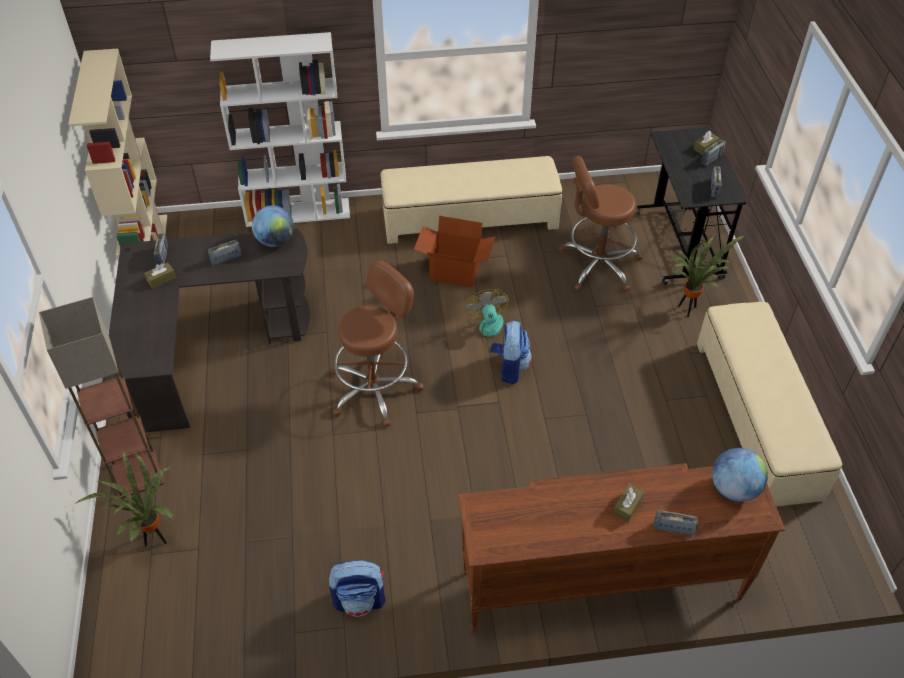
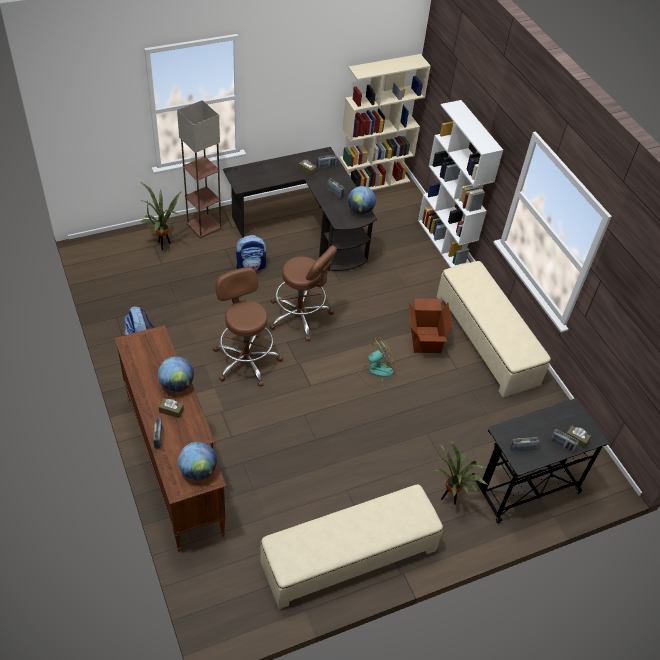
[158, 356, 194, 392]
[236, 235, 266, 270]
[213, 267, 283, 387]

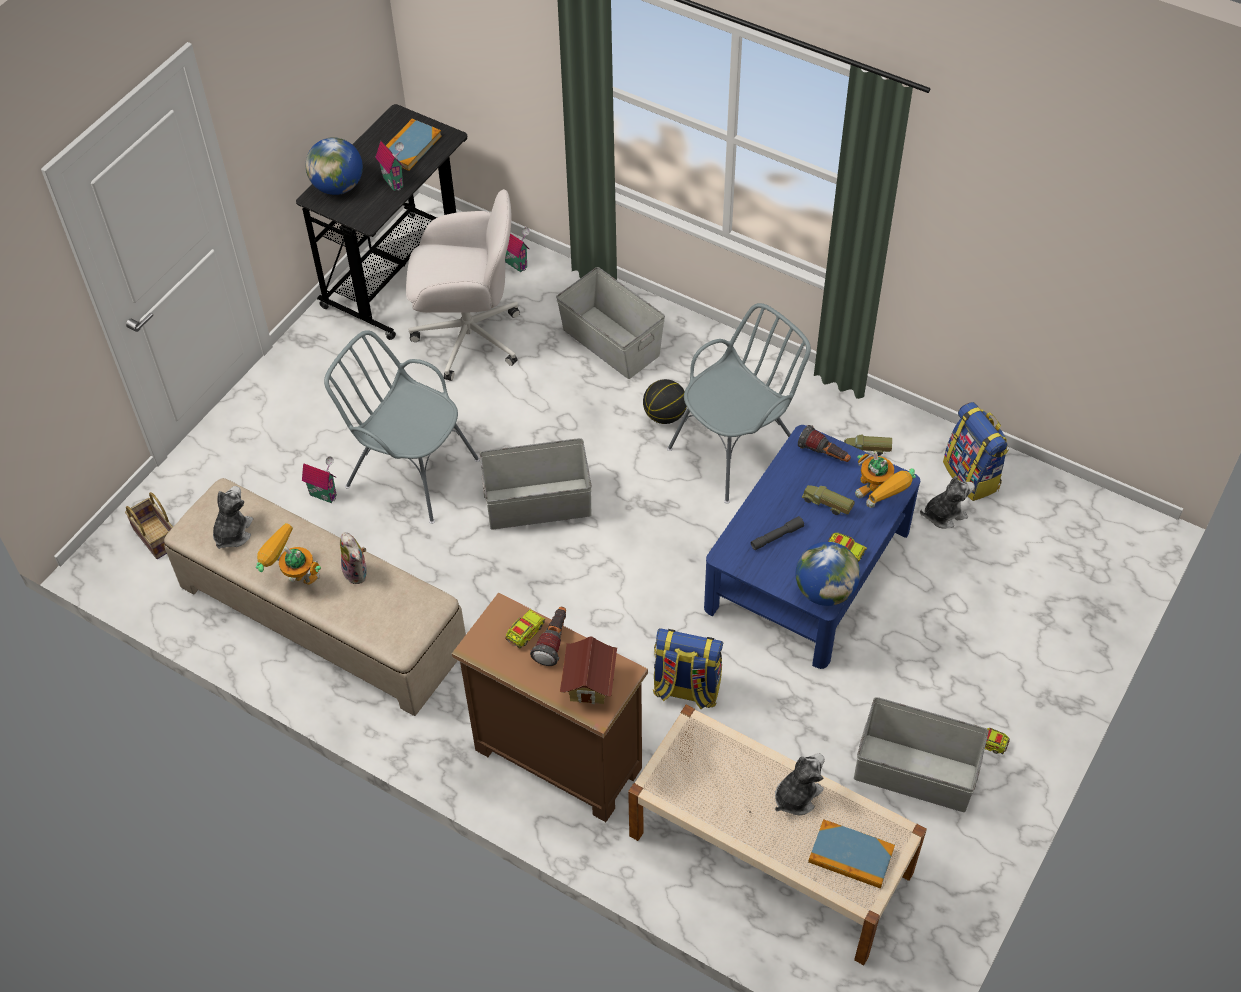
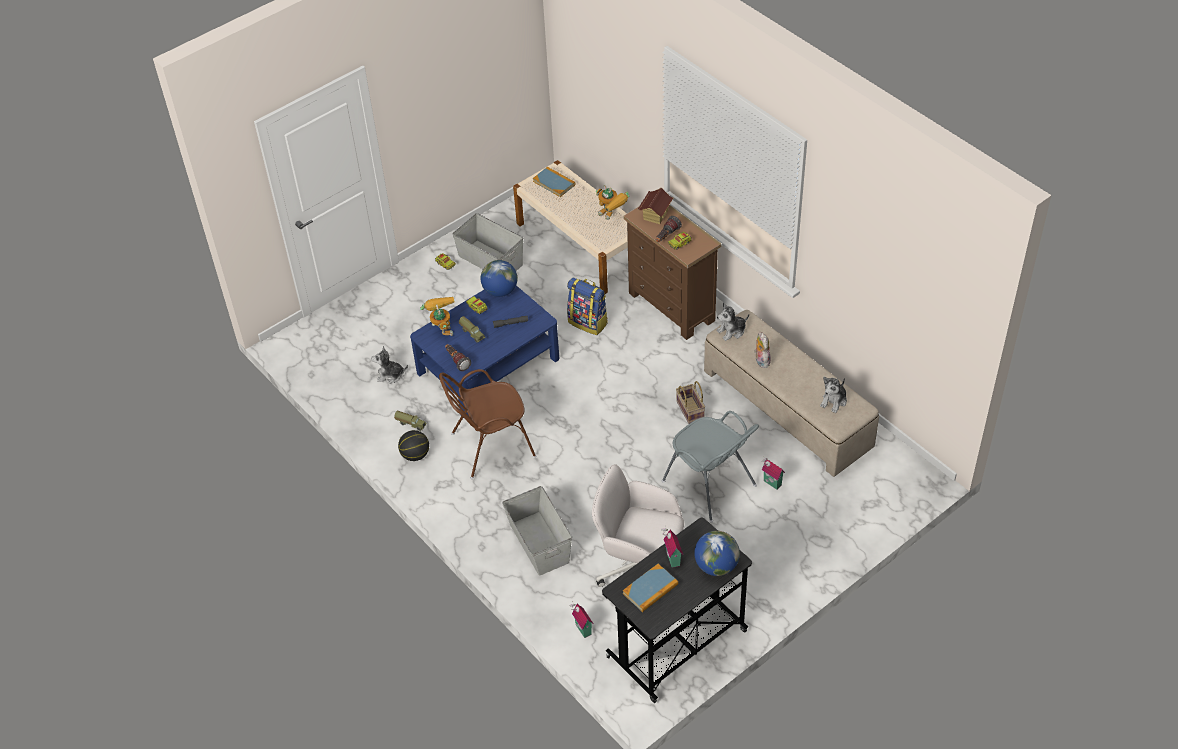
[480, 438, 592, 529] (first image)
[943, 402, 1009, 501] (first image)
[676, 381, 705, 424]
[596, 185, 630, 220]
[398, 430, 429, 461]
[717, 303, 749, 341]
[439, 369, 536, 479]

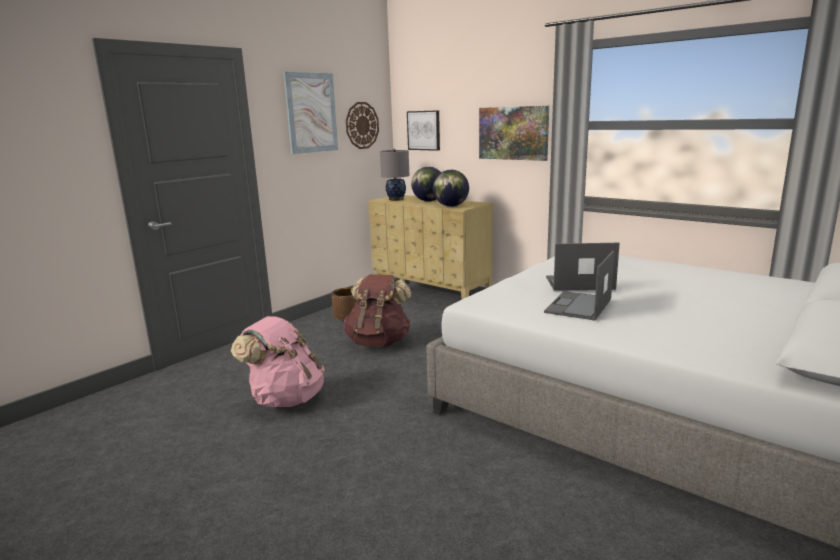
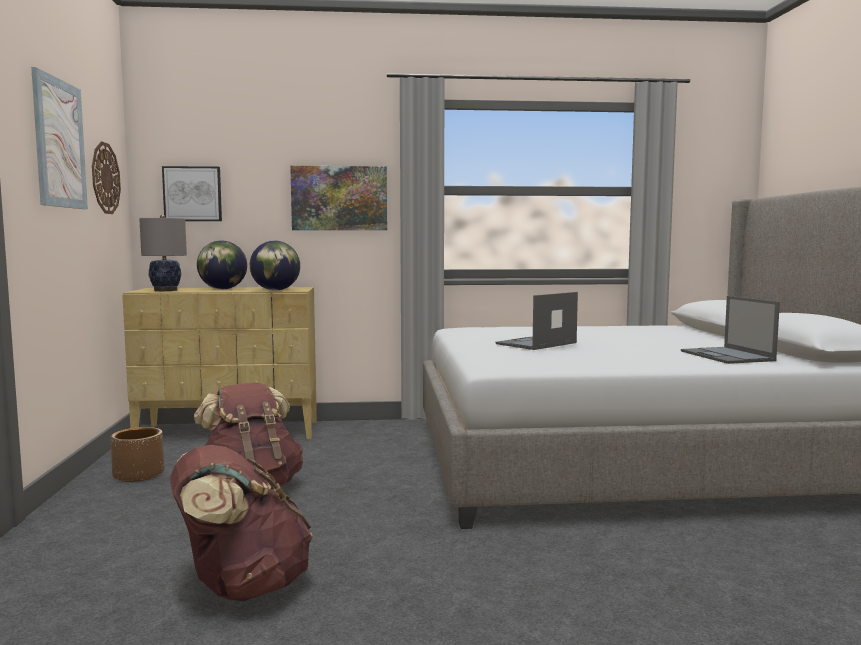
[681, 296, 780, 364]
[170, 445, 313, 601]

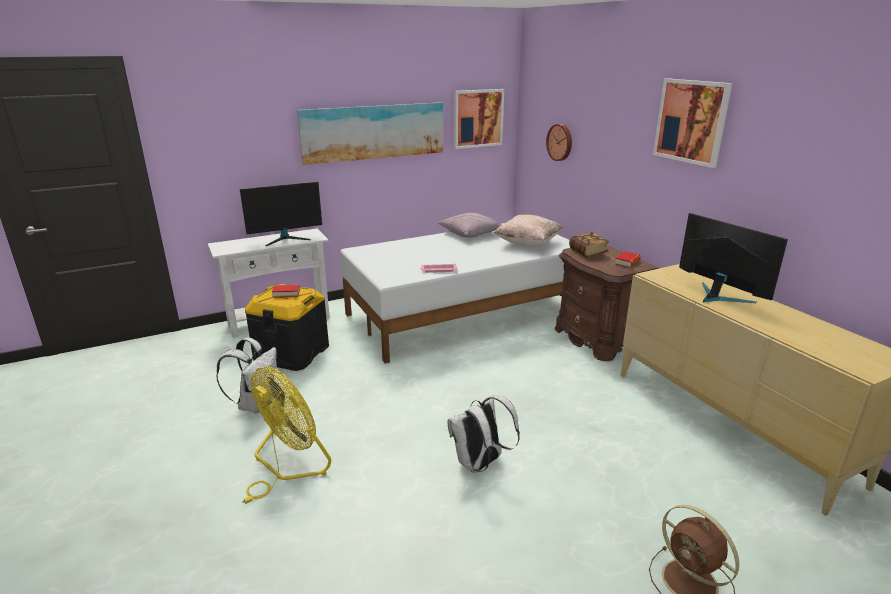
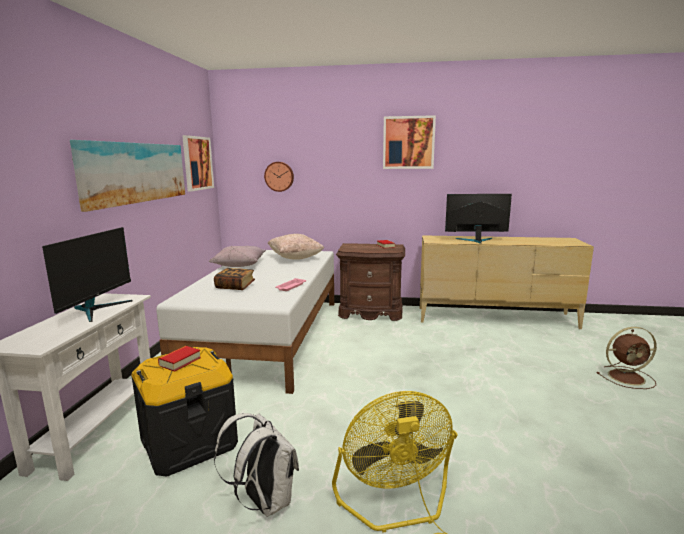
[447, 395, 520, 473] (first image)
[214, 268, 255, 290]

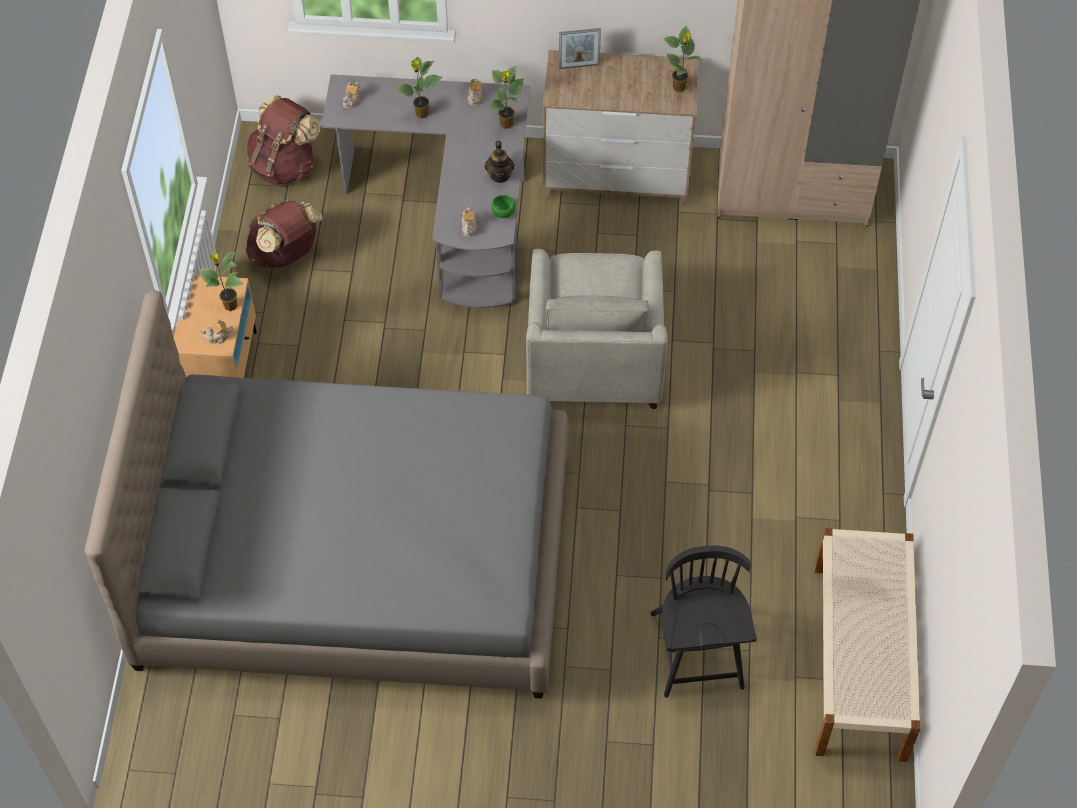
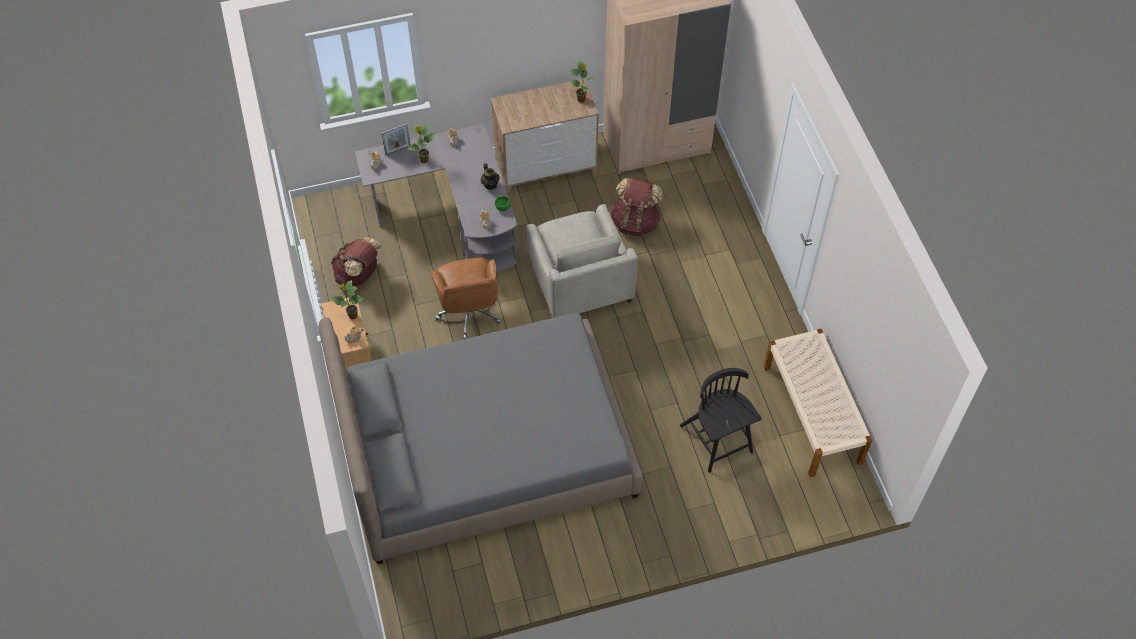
[489, 66, 523, 129] (first image)
[431, 257, 501, 339]
[610, 178, 663, 237]
[382, 123, 410, 155]

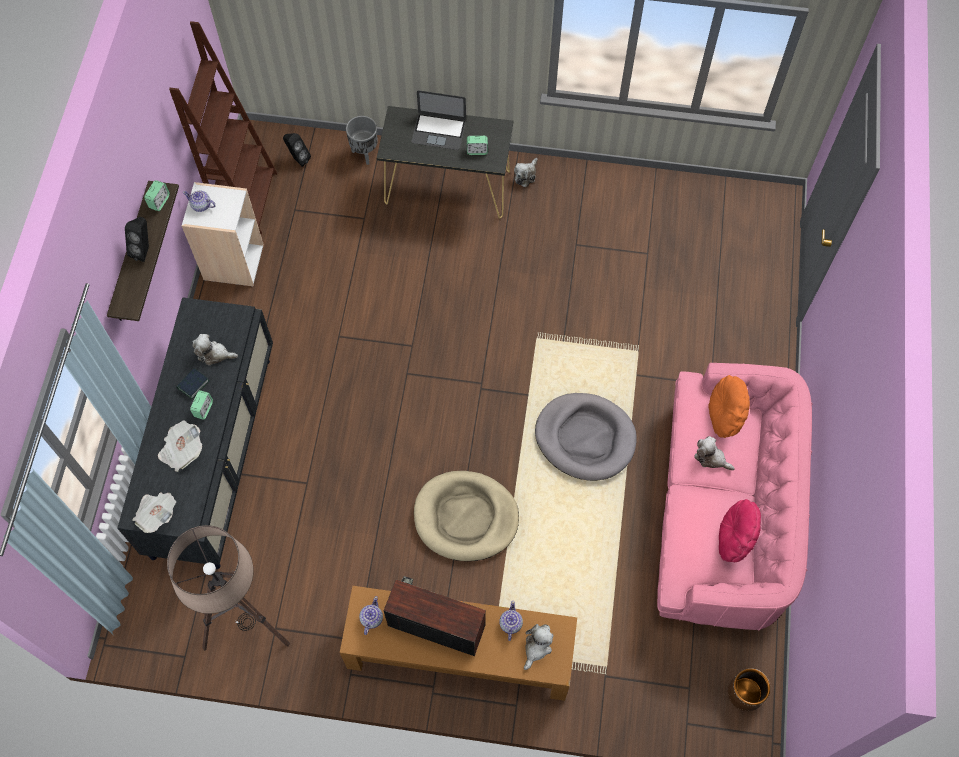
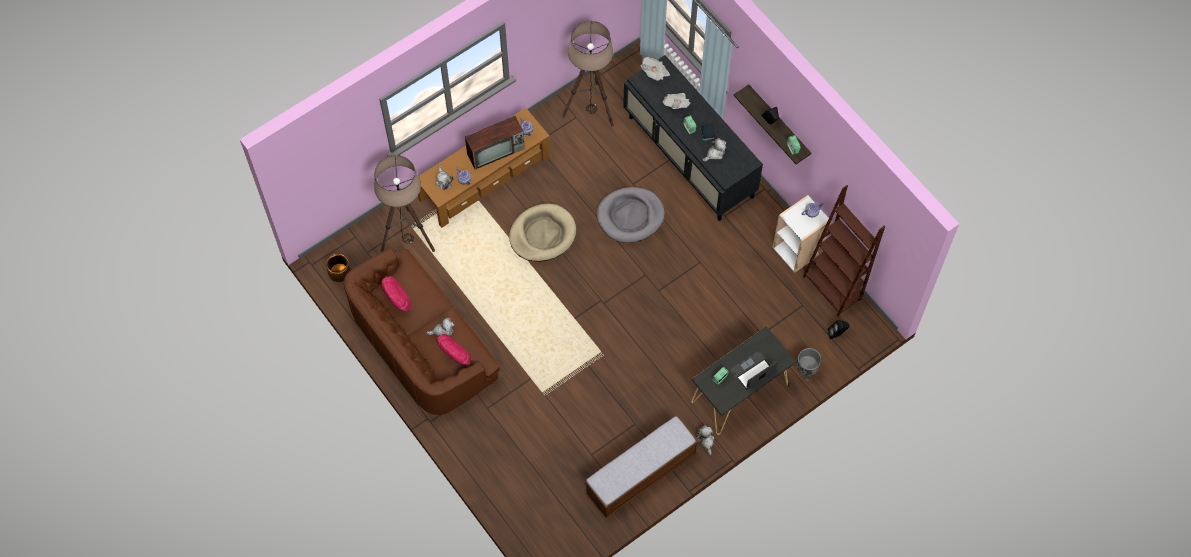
[374, 155, 435, 252]
[585, 416, 699, 519]
[597, 187, 665, 243]
[344, 248, 500, 415]
[437, 334, 471, 365]

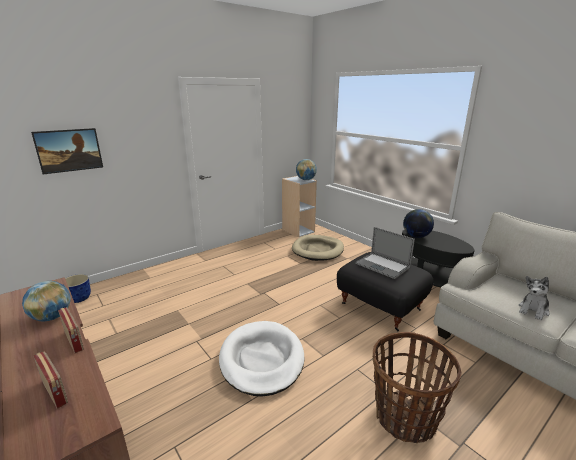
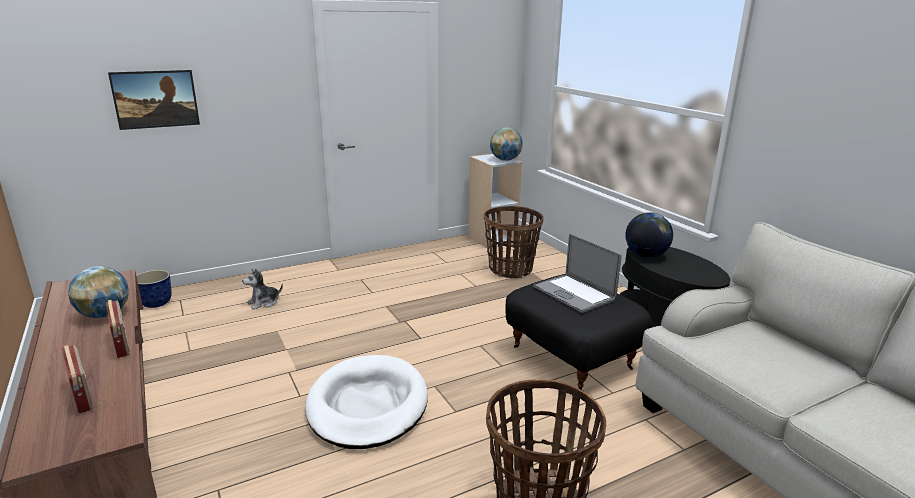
[242, 268, 283, 309]
[484, 206, 543, 278]

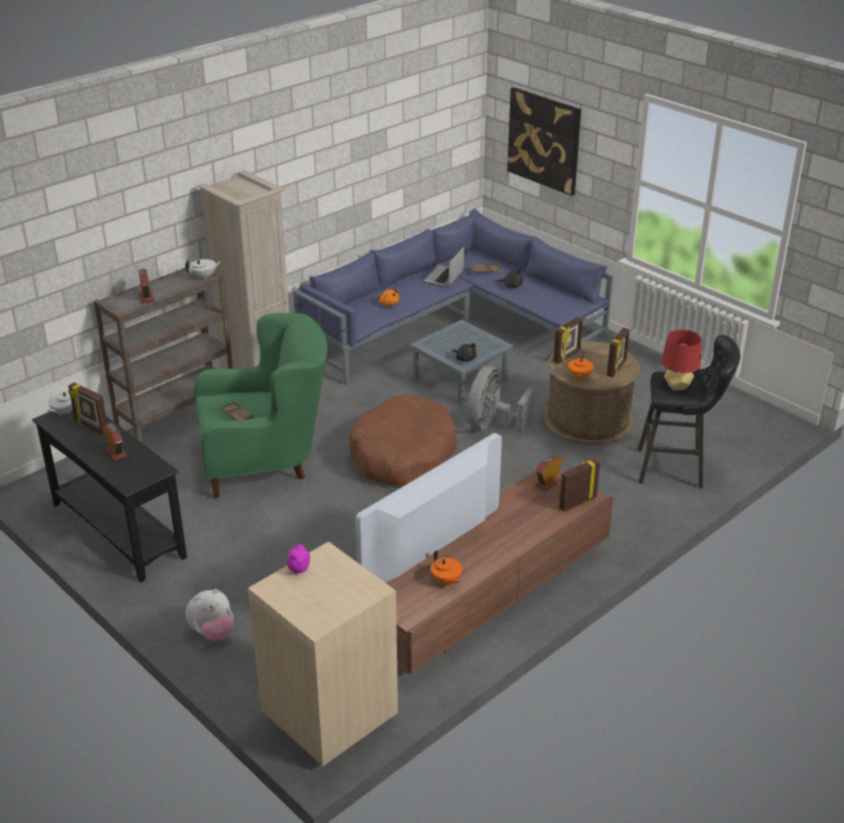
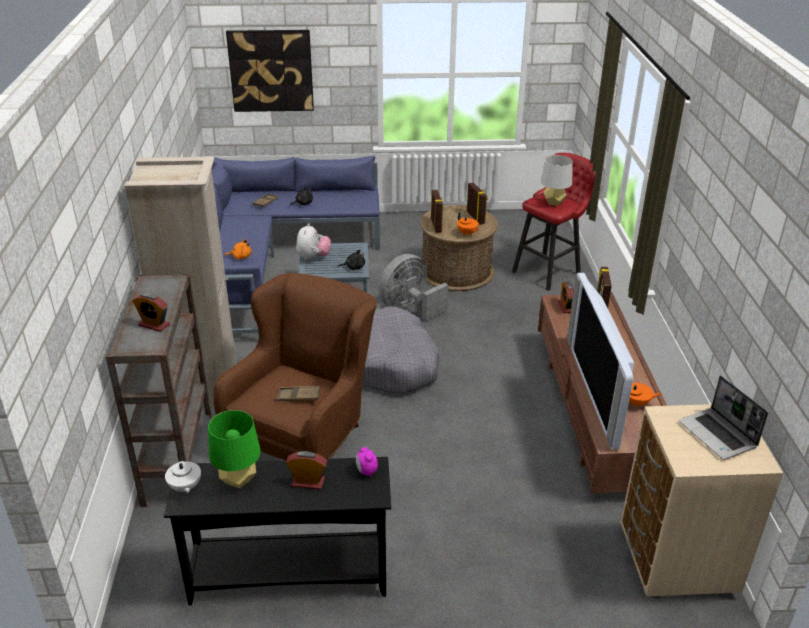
[185, 259, 221, 280] (first image)
[296, 223, 331, 261]
[356, 447, 378, 477]
[679, 376, 768, 460]
[208, 410, 261, 488]
[213, 273, 377, 460]
[363, 306, 440, 394]
[512, 153, 596, 291]
[541, 155, 573, 206]
[378, 254, 448, 321]

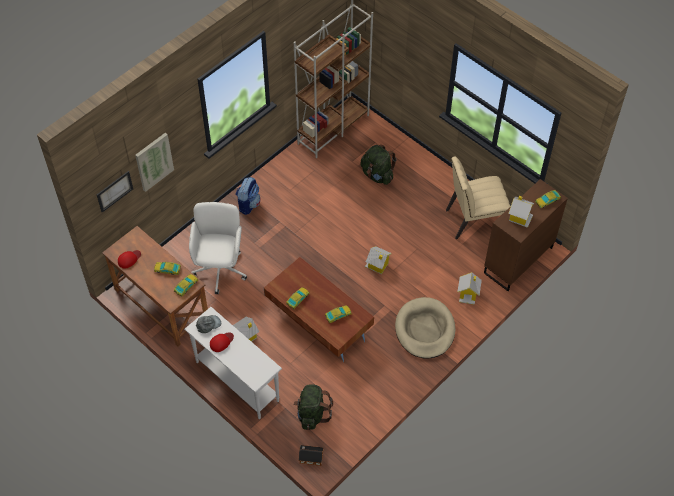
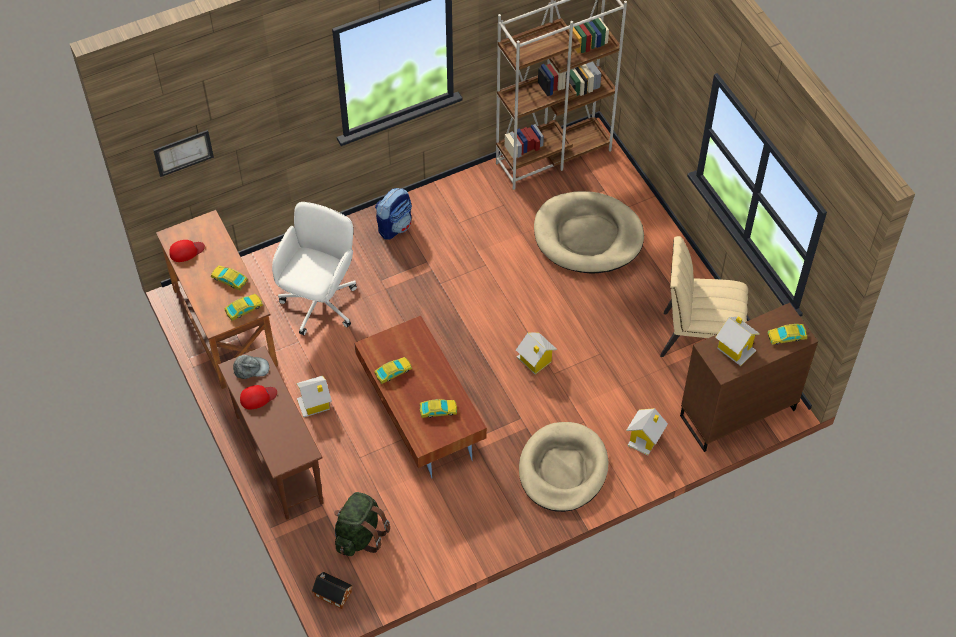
[135, 133, 174, 192] (first image)
[534, 191, 644, 273]
[218, 346, 323, 519]

